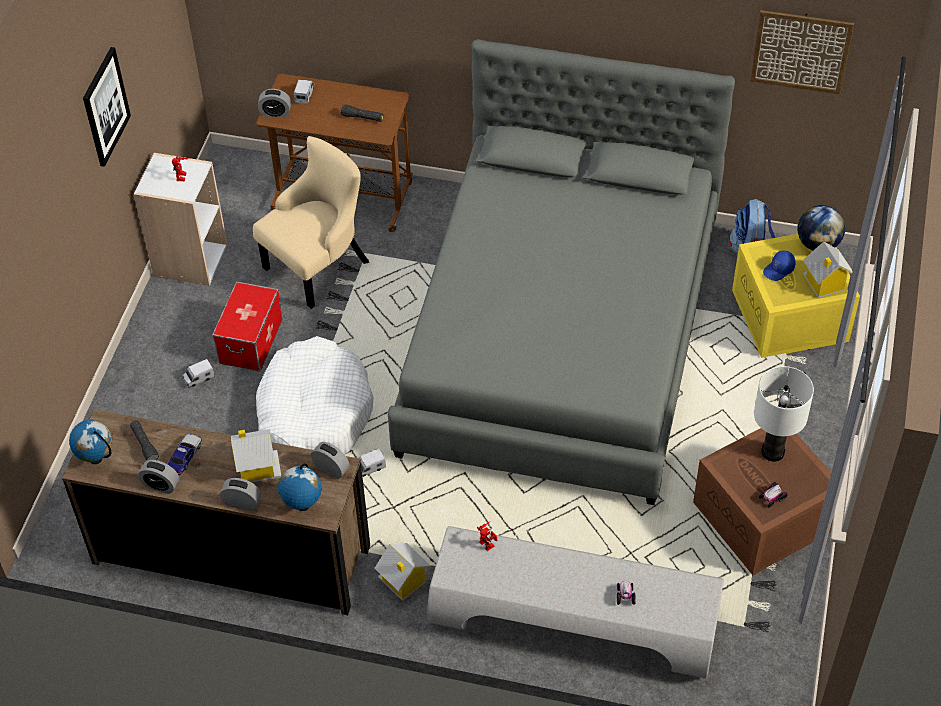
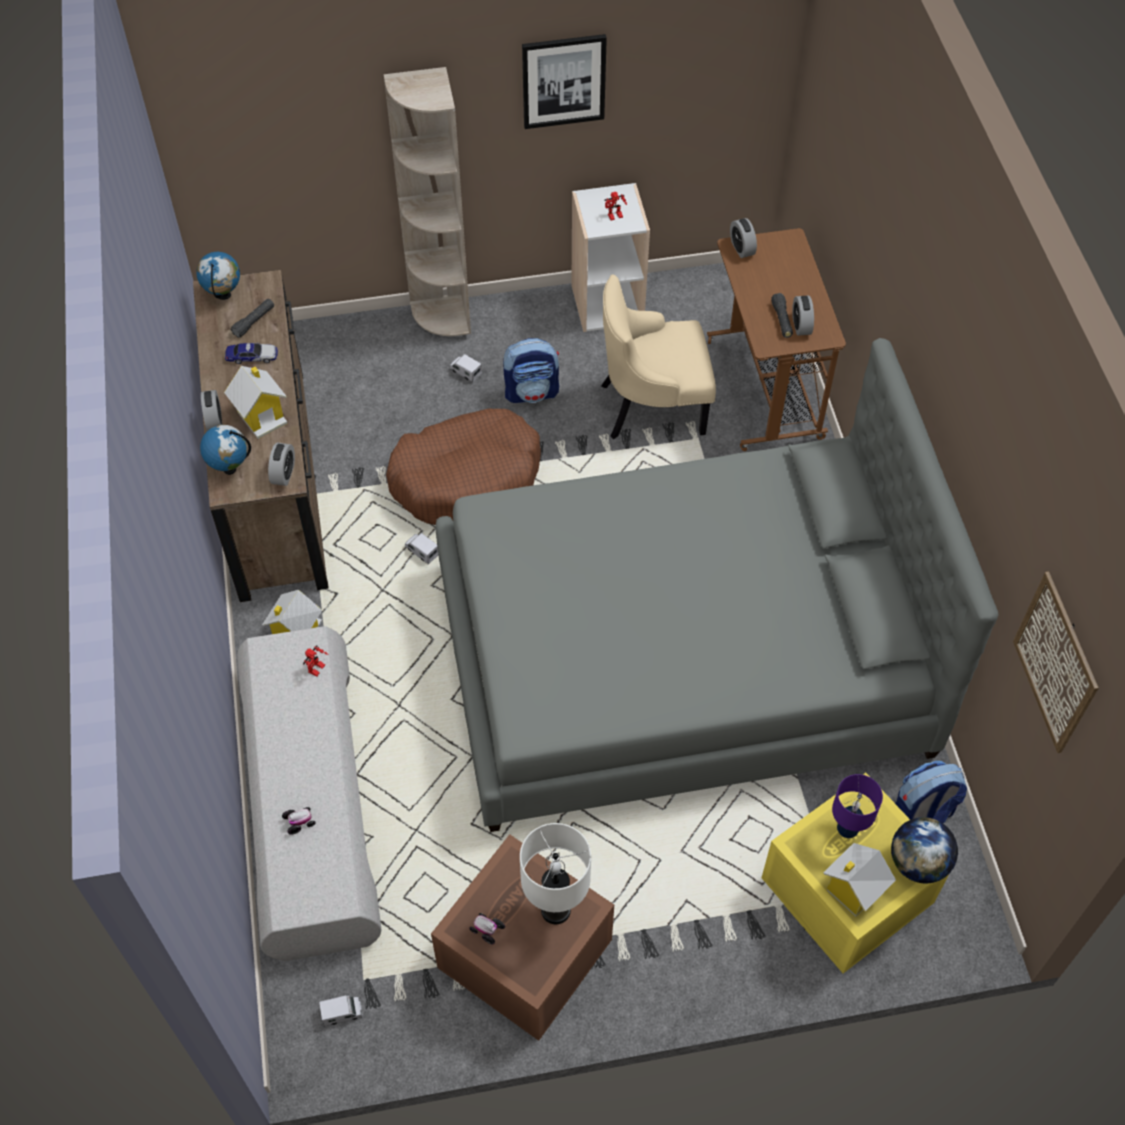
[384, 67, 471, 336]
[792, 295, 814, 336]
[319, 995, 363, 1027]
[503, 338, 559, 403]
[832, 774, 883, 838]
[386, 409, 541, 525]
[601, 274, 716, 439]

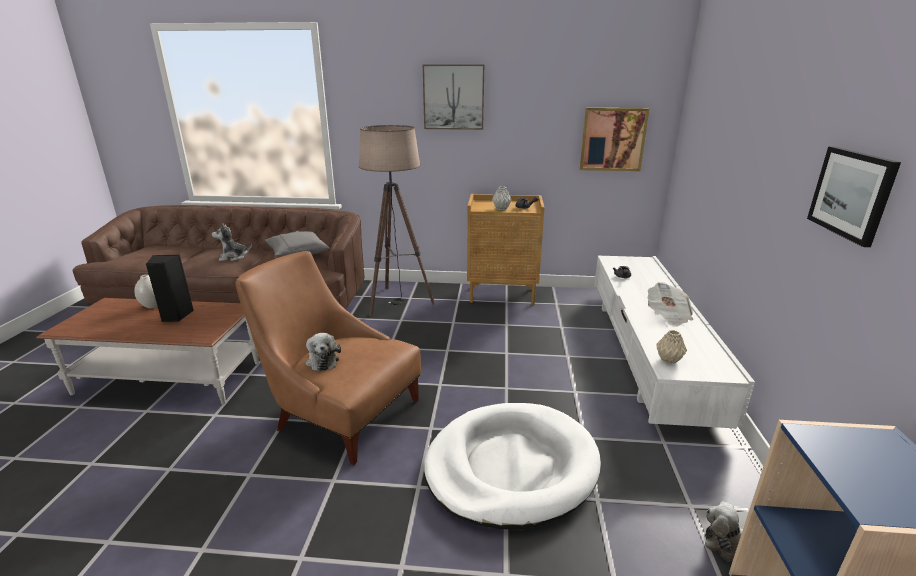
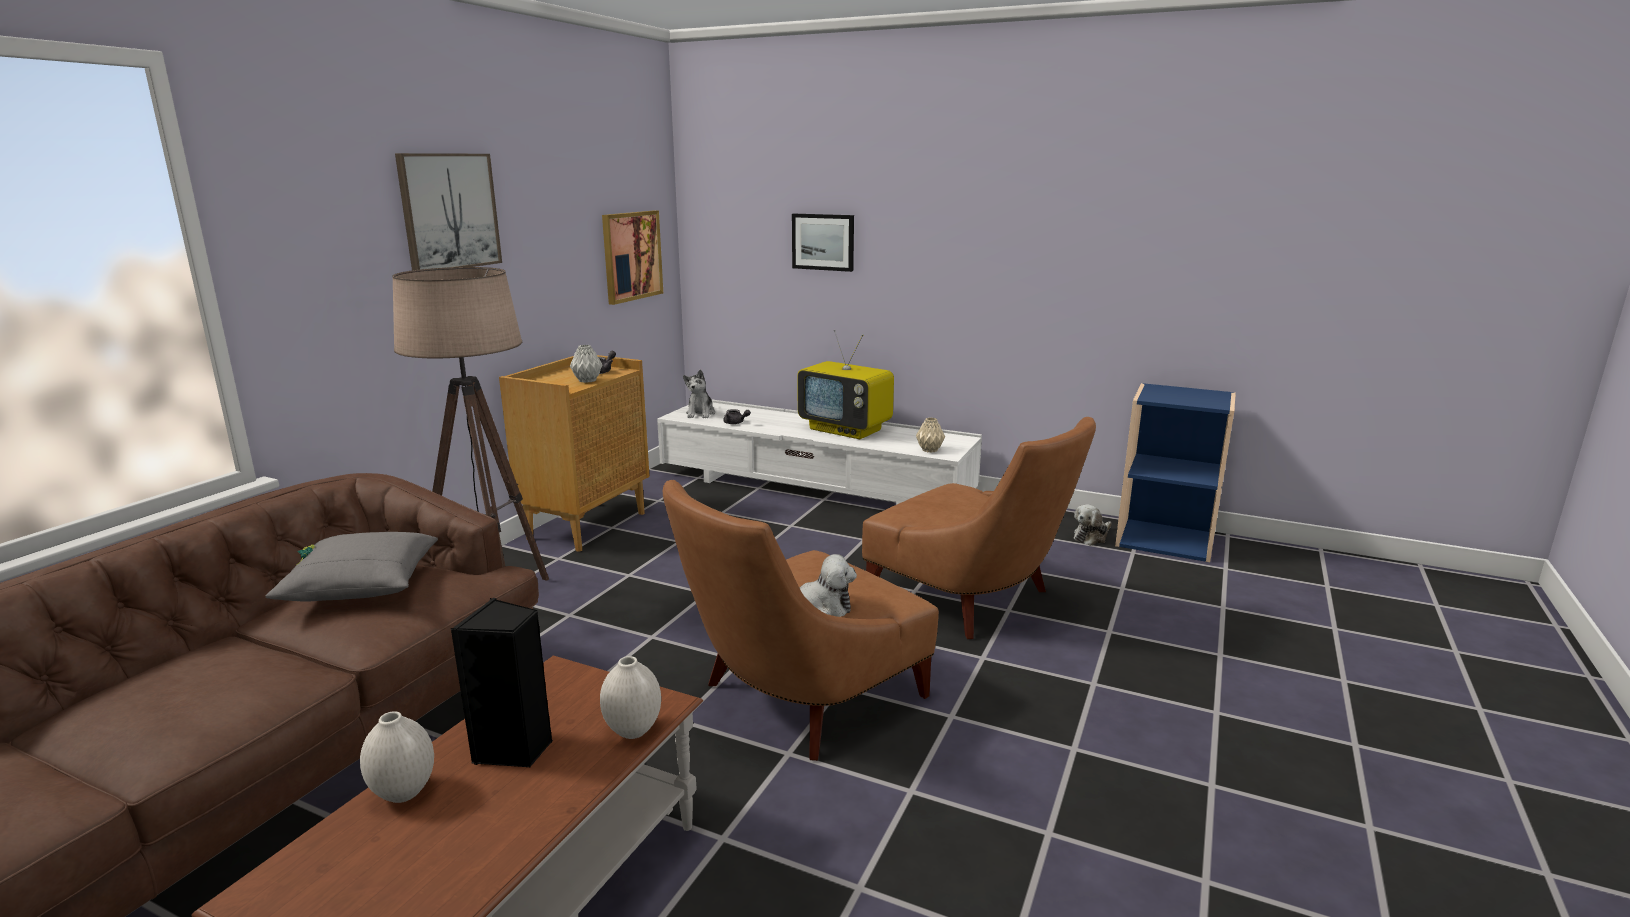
[600, 656, 661, 739]
[683, 369, 715, 418]
[792, 214, 854, 272]
[862, 417, 1096, 639]
[797, 330, 894, 439]

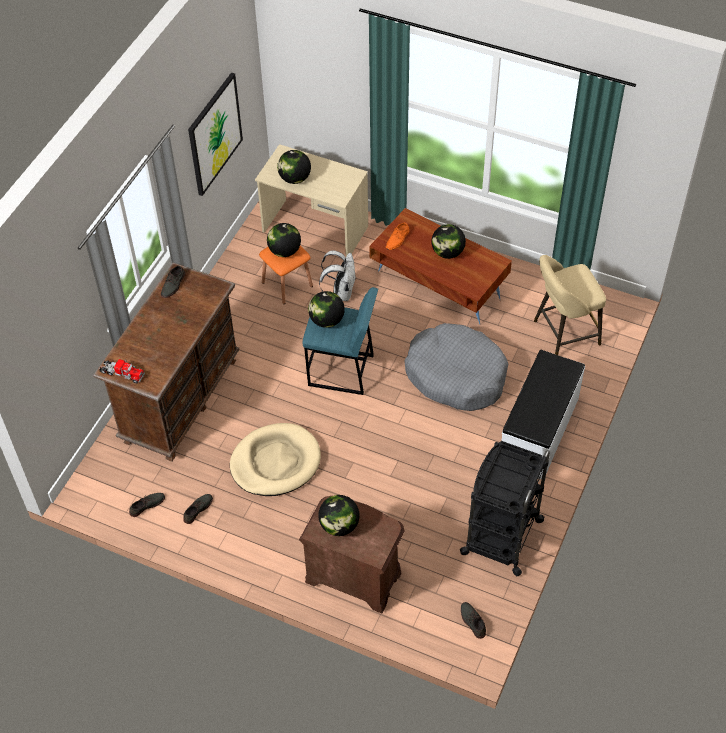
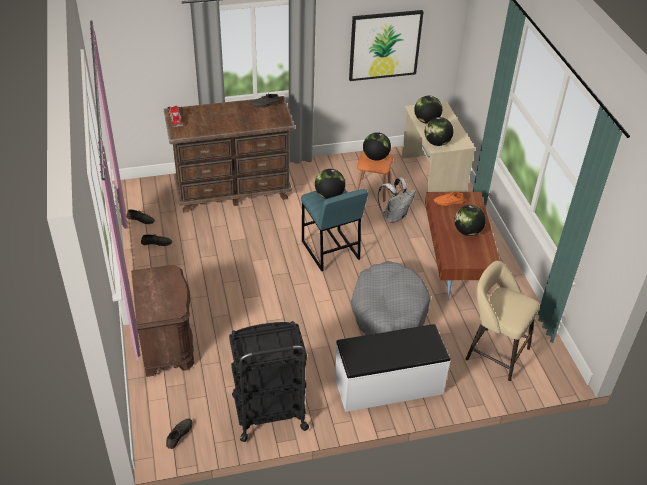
[230, 423, 321, 496] (first image)
[425, 117, 454, 146]

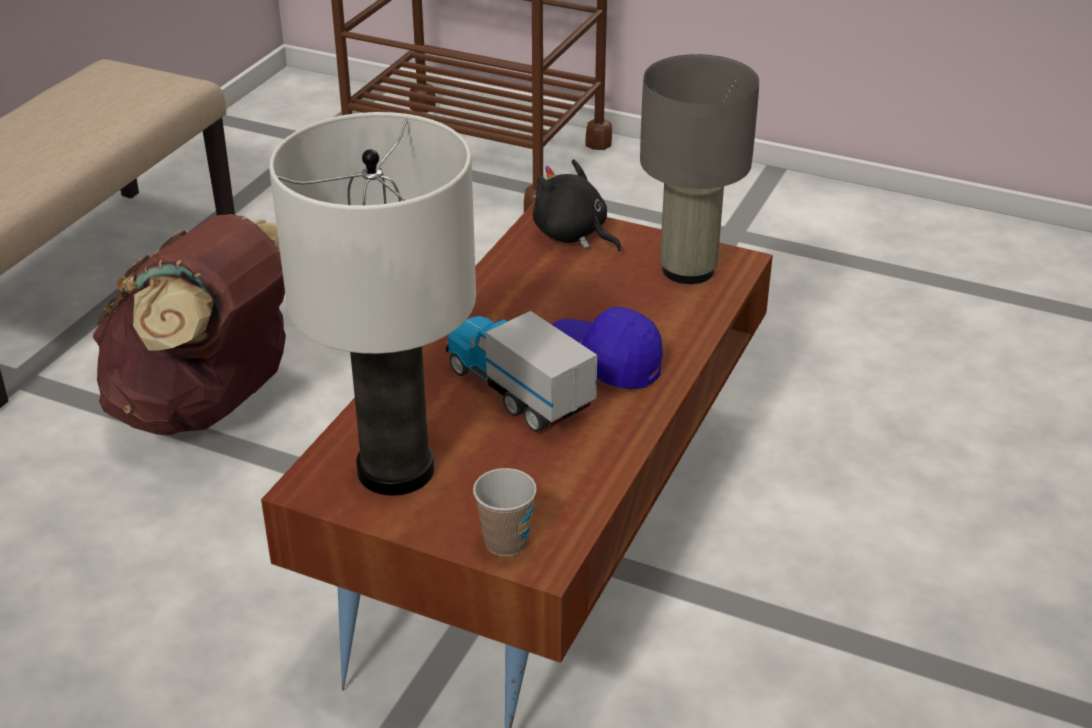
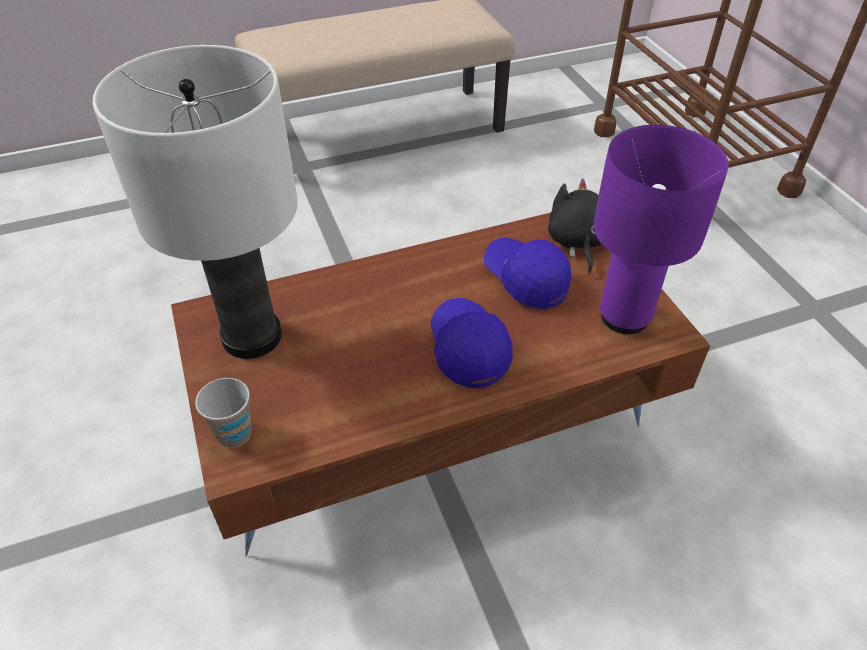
[93, 214, 286, 435] (first image)
[446, 311, 597, 432] (first image)
[484, 238, 571, 309]
[594, 125, 729, 334]

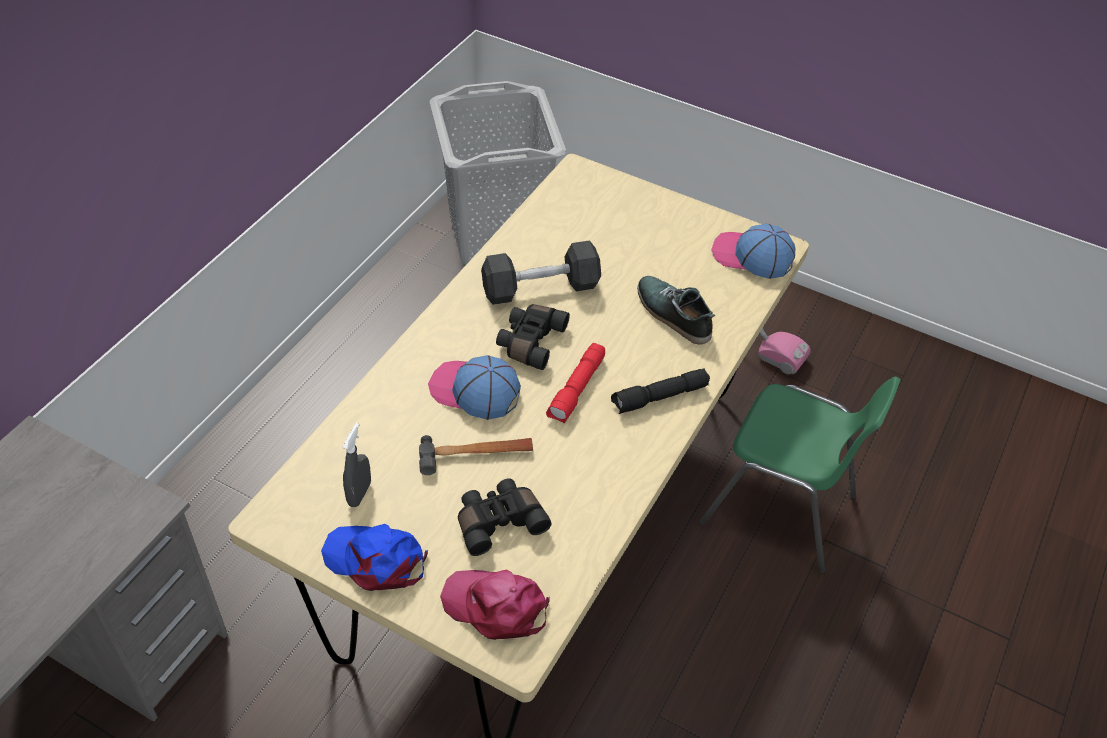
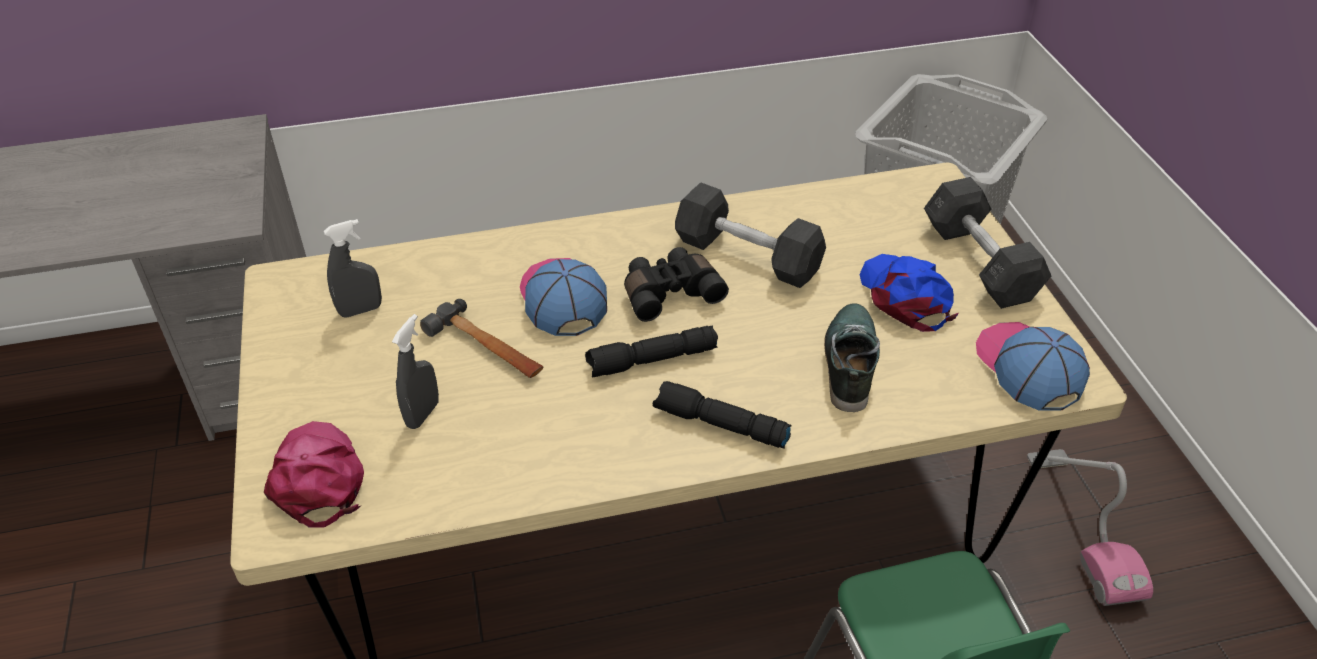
[924, 177, 1051, 309]
[860, 254, 959, 332]
[392, 314, 439, 429]
[585, 325, 718, 377]

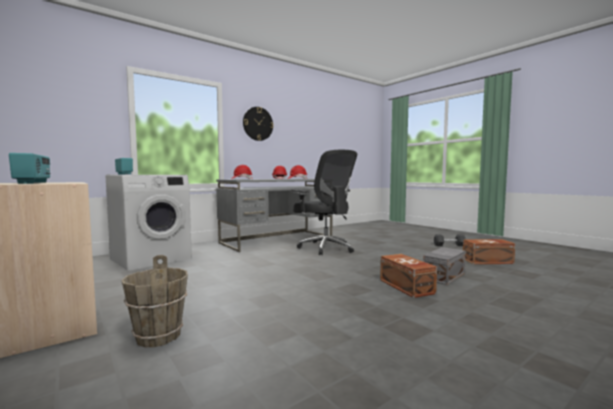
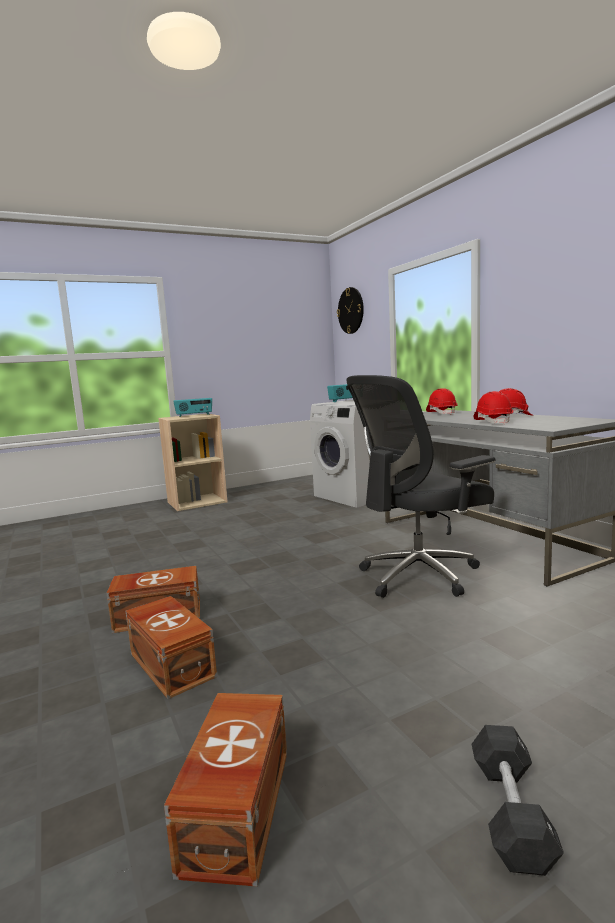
[121, 255, 188, 347] (first image)
[337, 287, 364, 334]
[126, 596, 217, 699]

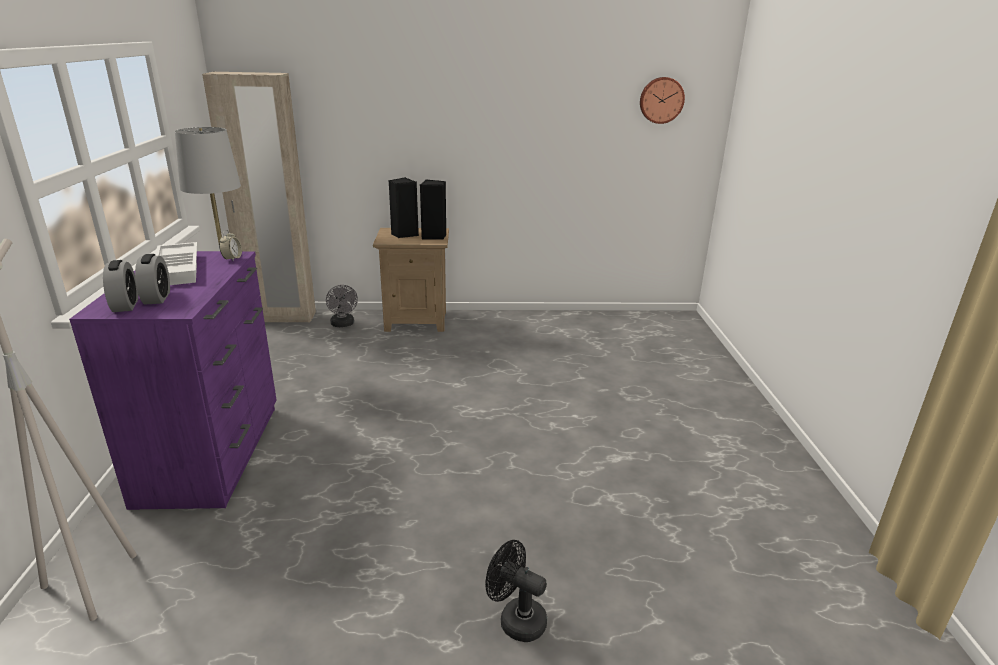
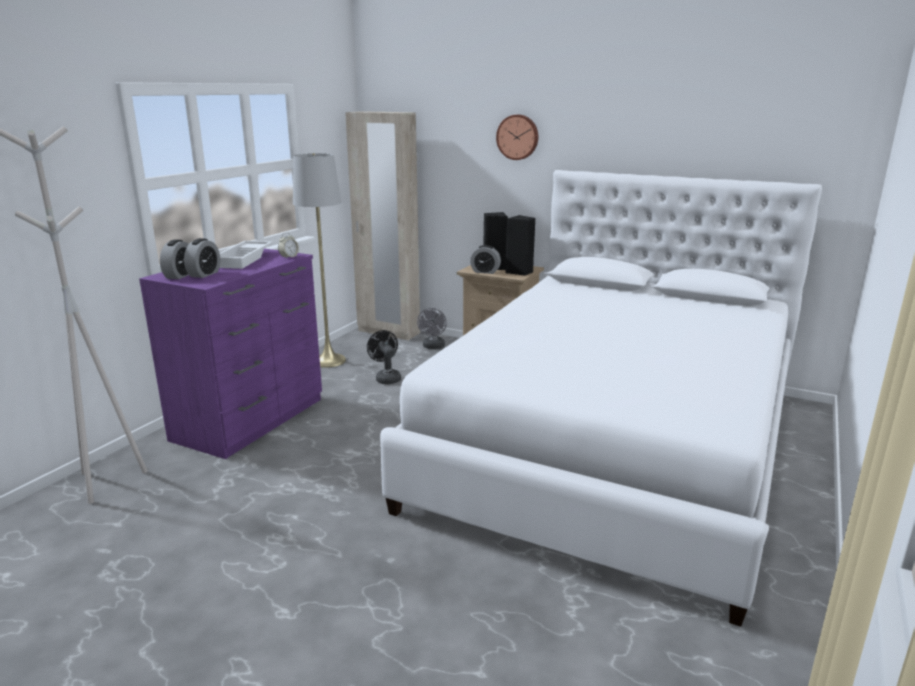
[380, 170, 822, 627]
[470, 245, 501, 274]
[367, 330, 401, 384]
[496, 115, 538, 160]

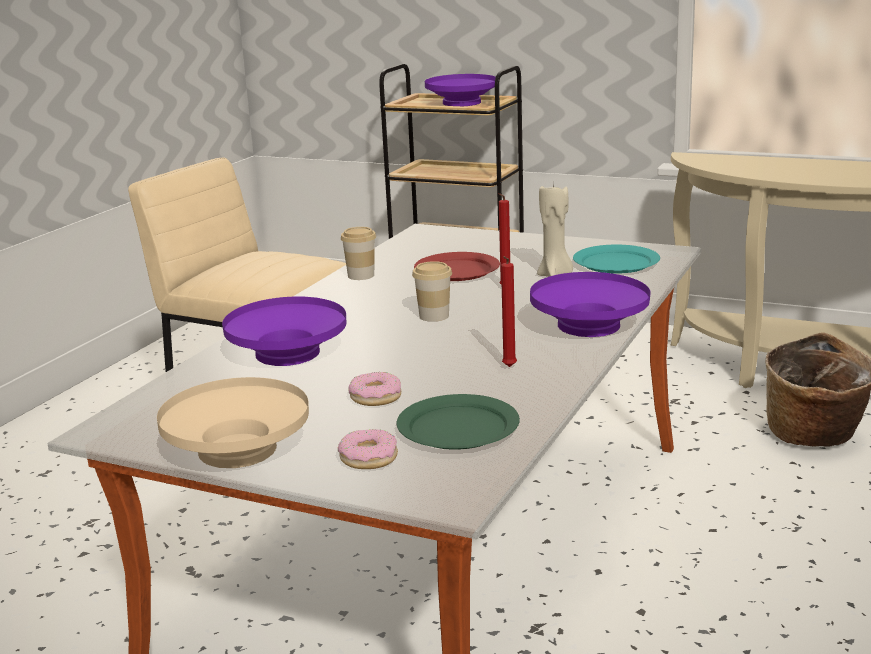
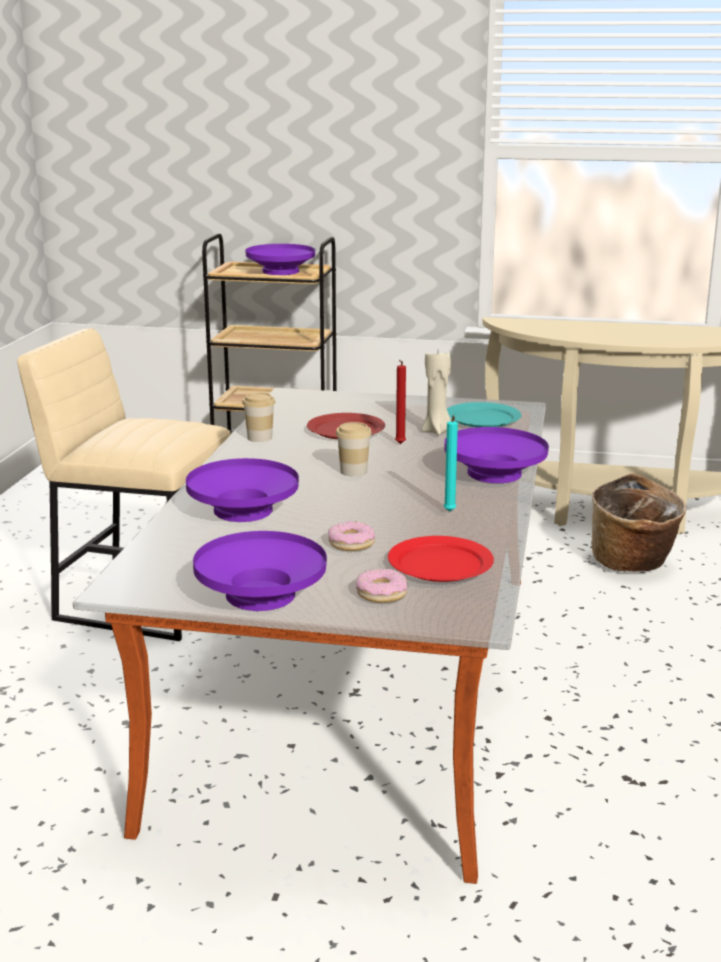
[193, 531, 327, 611]
[388, 536, 494, 582]
[444, 415, 458, 512]

